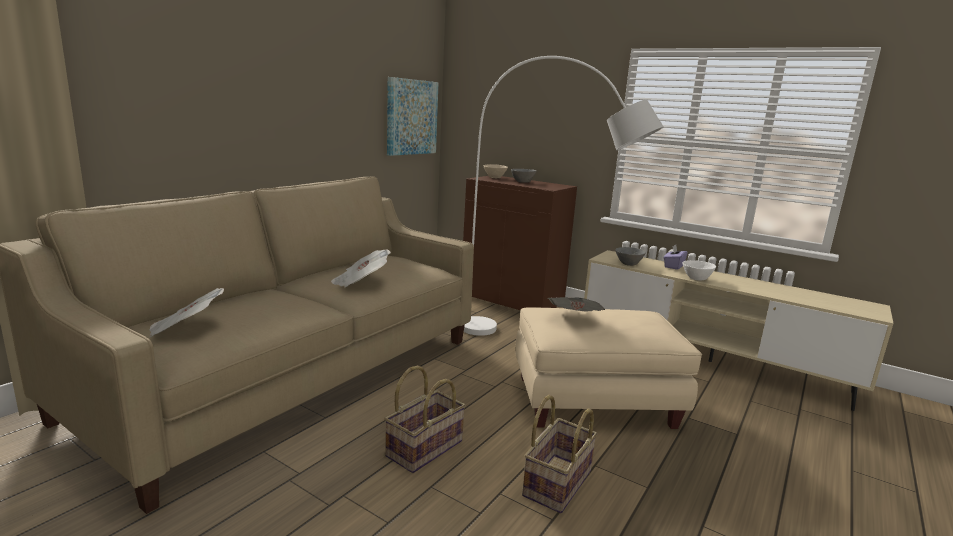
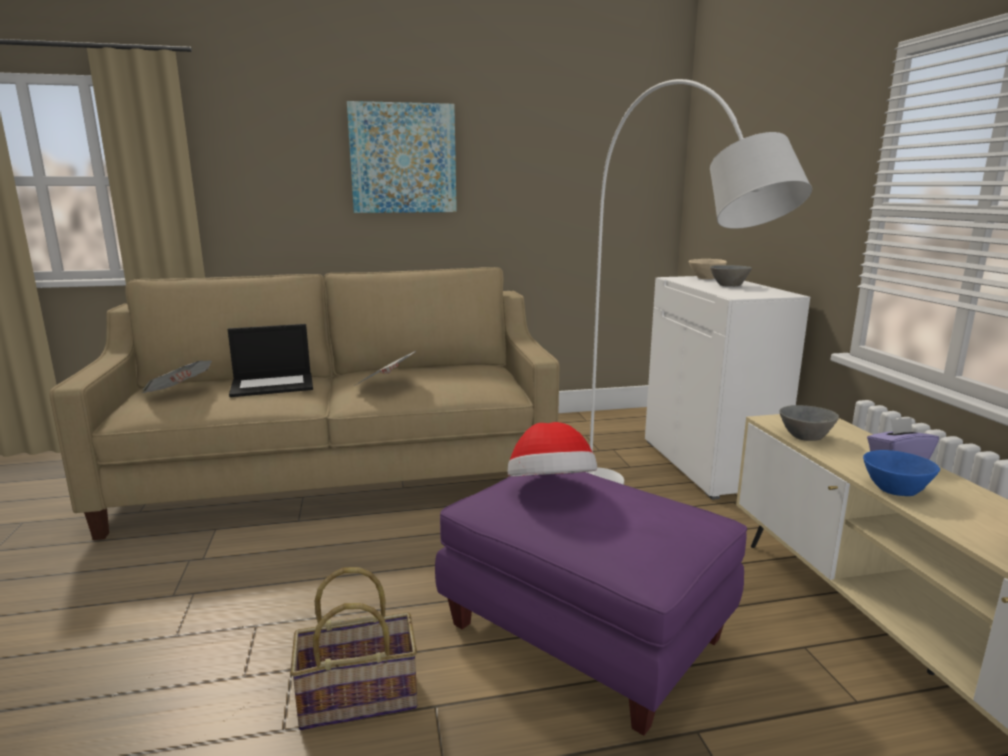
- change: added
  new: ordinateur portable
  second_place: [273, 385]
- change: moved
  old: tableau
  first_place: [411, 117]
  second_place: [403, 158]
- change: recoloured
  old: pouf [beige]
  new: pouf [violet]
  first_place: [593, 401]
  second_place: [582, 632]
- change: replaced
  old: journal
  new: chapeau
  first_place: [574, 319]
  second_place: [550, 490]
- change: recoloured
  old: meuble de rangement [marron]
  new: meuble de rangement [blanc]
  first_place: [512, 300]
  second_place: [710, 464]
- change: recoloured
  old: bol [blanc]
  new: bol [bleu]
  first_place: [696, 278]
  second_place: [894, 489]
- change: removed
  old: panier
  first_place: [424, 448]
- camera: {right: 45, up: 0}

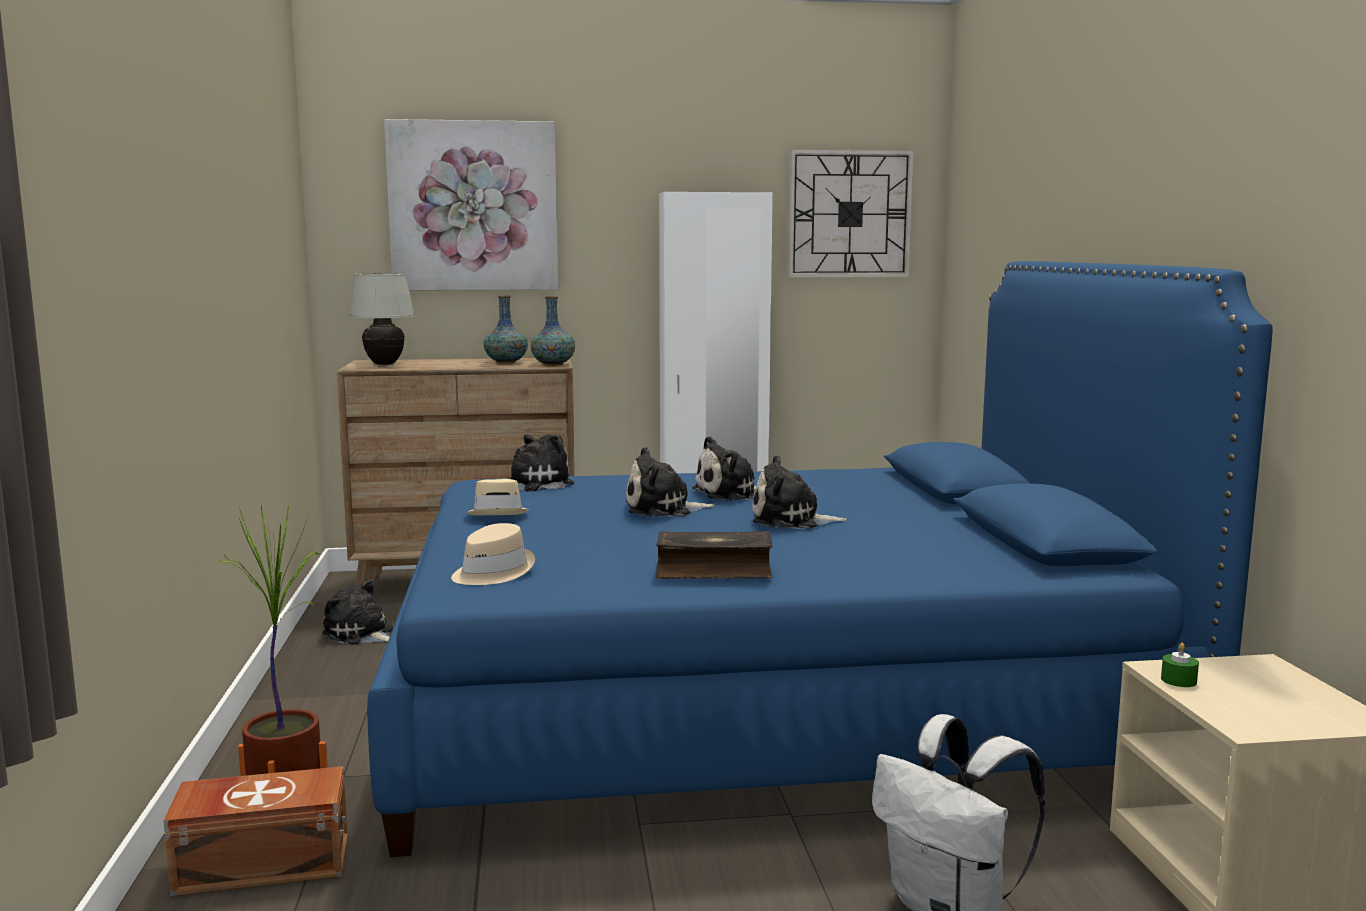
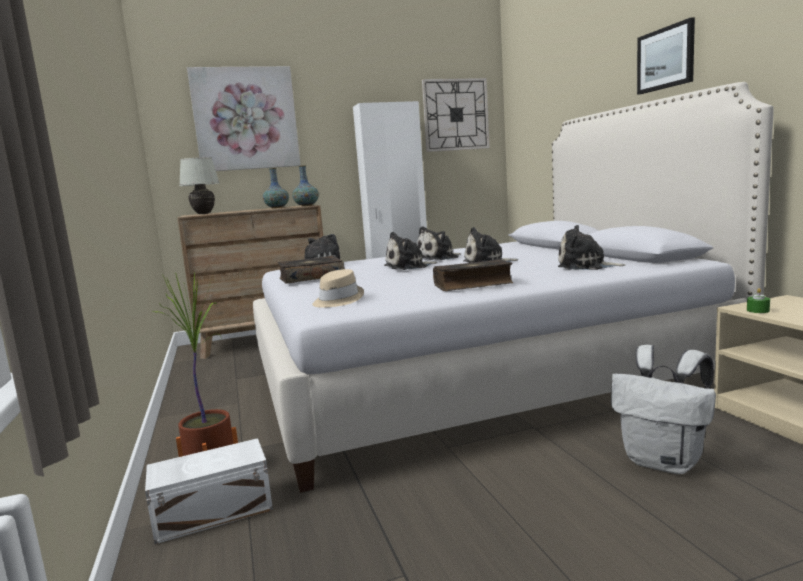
- change: recoloured
  old: boîte de rangement [marron]
  new: boîte de rangement [blanc]
  first_place: [261, 863]
  second_place: [211, 511]
- change: recoloured
  old: lit [bleu]
  new: lit [blanc]
  first_place: [764, 705]
  second_place: [477, 376]
- change: replaced
  old: chapeau [beige]
  new: livre
  first_place: [498, 513]
  second_place: [311, 278]
- change: moved
  old: peluche
  first_place: [360, 634]
  second_place: [585, 266]
- change: added
  new: tableau
  second_place: [665, 58]
- camera: {right: -10, up: 0}

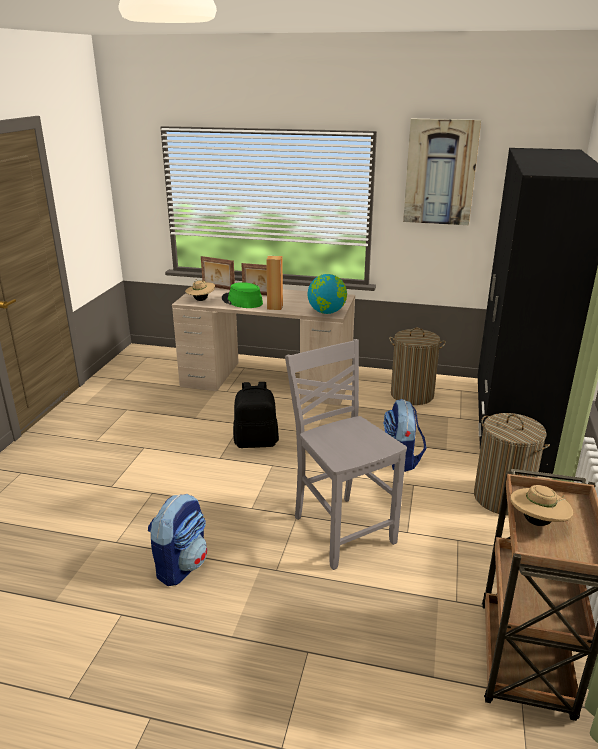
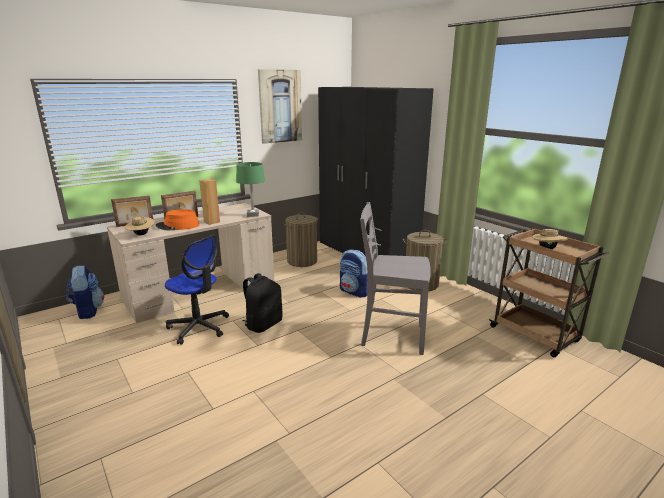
- change: moved
  old: sac à dos
  first_place: [181, 565]
  second_place: [87, 311]
- change: recoloured
  old: chapeau [vert]
  new: chapeau [orange]
  first_place: [242, 301]
  second_place: [178, 226]
- change: added
  new: chaise de bureau
  second_place: [199, 327]
- change: replaced
  old: globe
  new: lampe de table [vert]
  first_place: [327, 312]
  second_place: [253, 215]
- camera: {right: -50, up: -5}

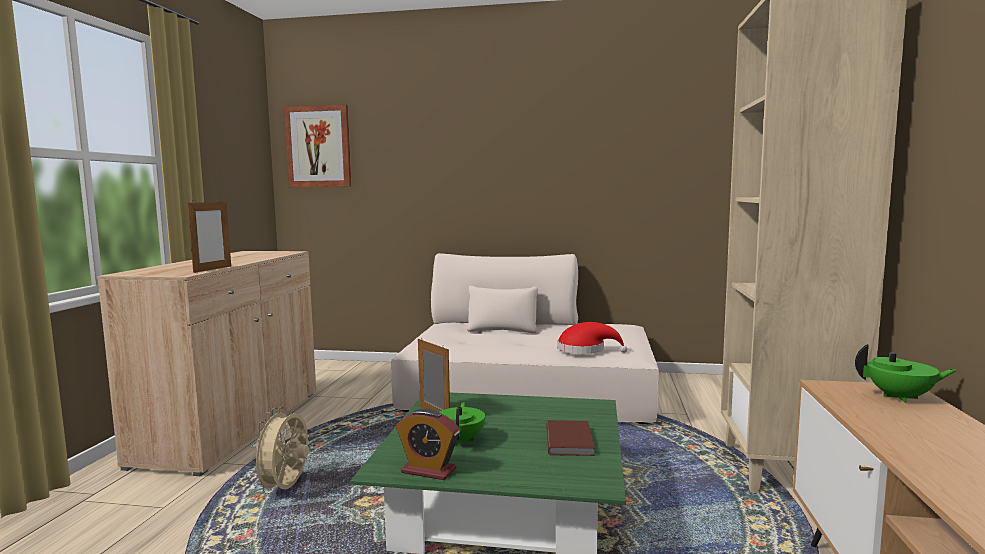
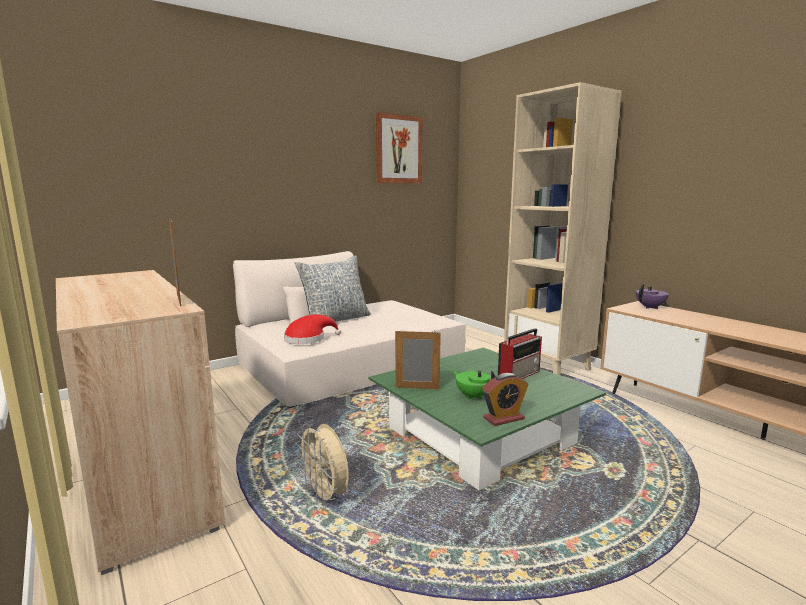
- change: moved
  old: chapeau [rouge]
  first_place: [585, 350]
  second_place: [308, 339]
- change: added
  new: coussin
  second_place: [335, 320]
- change: moved
  old: tableau
  first_place: [318, 147]
  second_place: [398, 149]
- change: replaced
  old: livre [marron]
  new: radio
  first_place: [571, 440]
  second_place: [519, 375]
- change: recoloured
  old: théière [vert]
  new: théière [violet]
  first_place: [901, 397]
  second_place: [650, 307]
- camera: {right: -45, up: 5}

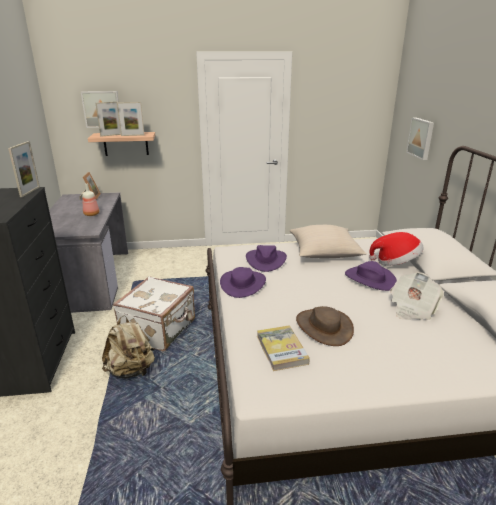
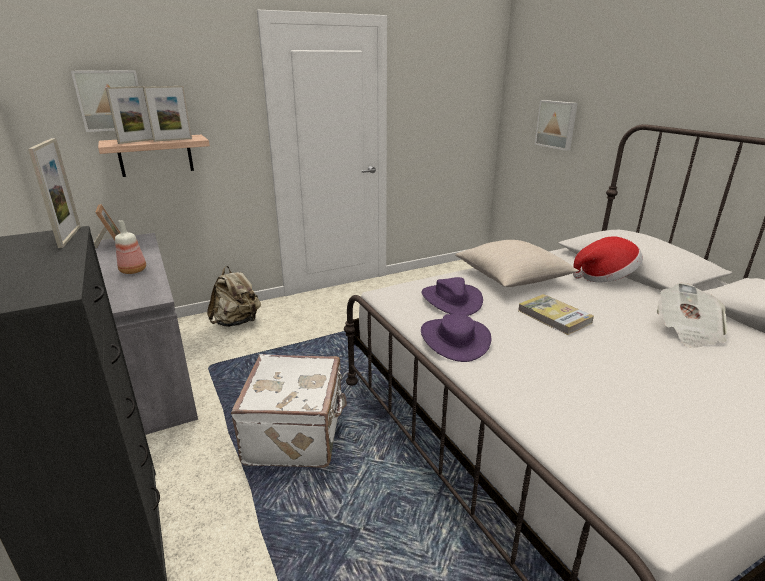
- change: moved
  old: sac à dos [beige]
  first_place: [131, 371]
  second_place: [237, 322]
- change: moved
  old: livre
  first_place: [281, 349]
  second_place: [554, 316]
- change: removed
  old: chapeau [marron]
  first_place: [324, 327]
- change: removed
  old: chapeau [violet]
  first_place: [370, 279]
- camera: {right: -20, up: 0}

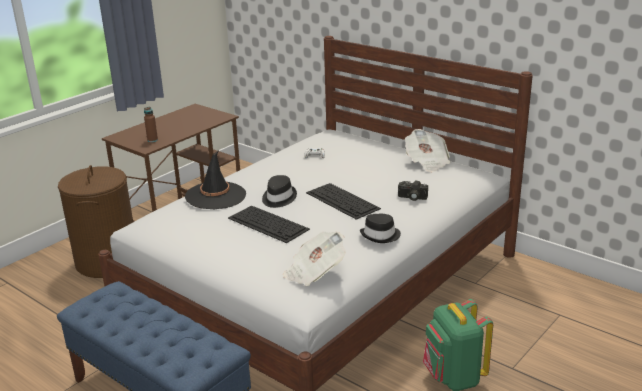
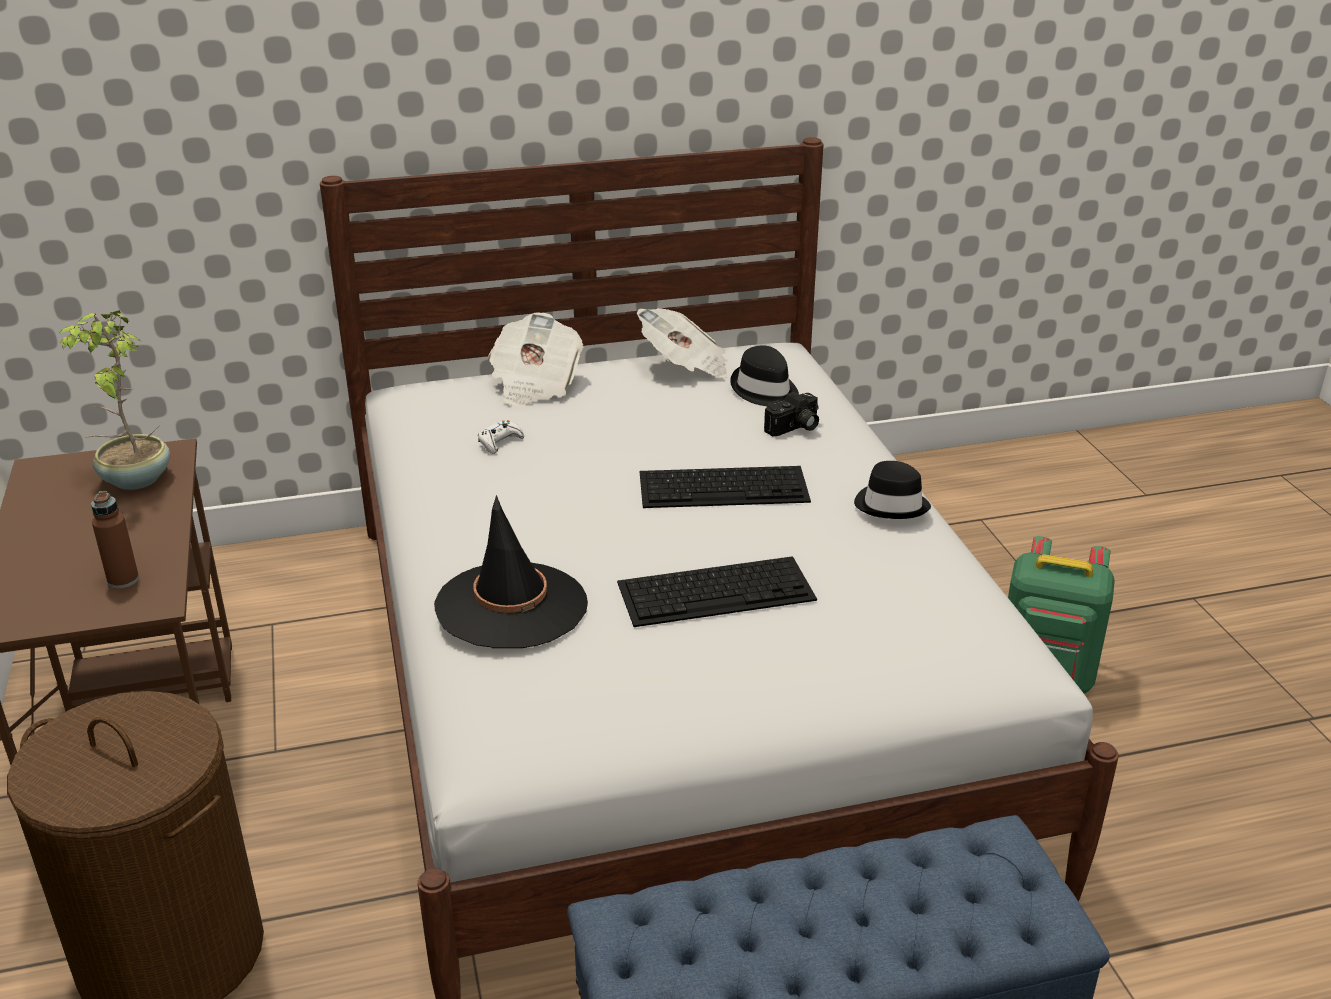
- change: added
  new: plante en pot
  second_place: [134, 480]
- change: moved
  old: journal
  first_place: [314, 272]
  second_place: [534, 384]
- change: moved
  old: chapeau [noir]
  first_place: [278, 198]
  second_place: [764, 390]
- camera: {right: -55, up: 5}

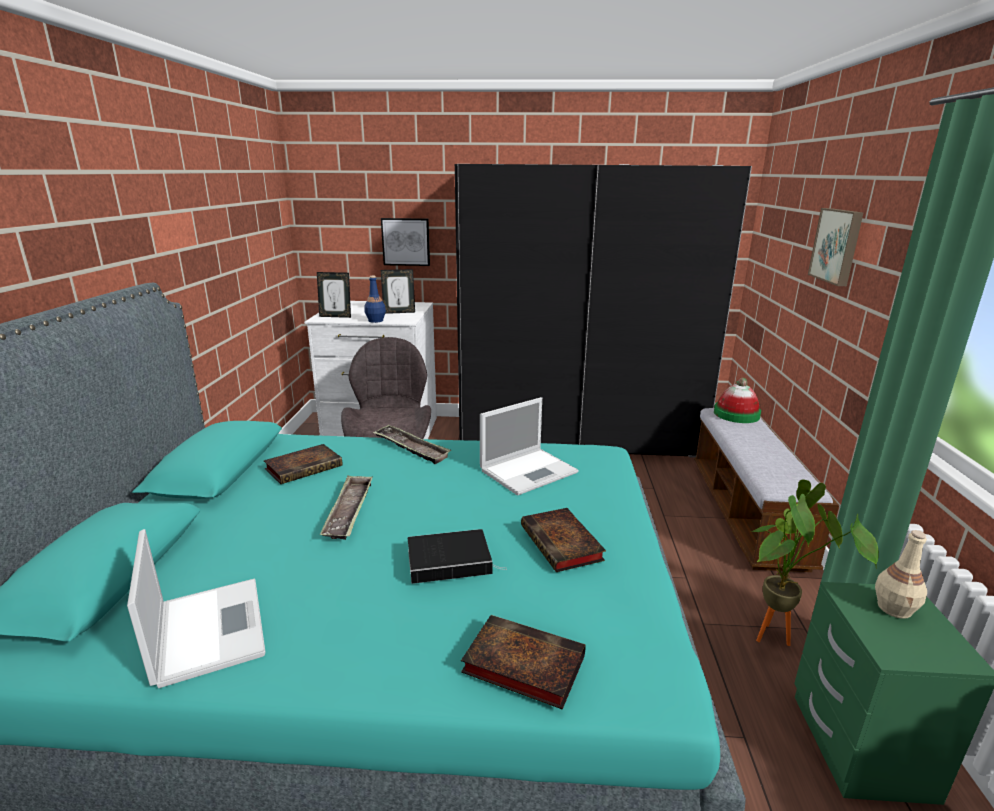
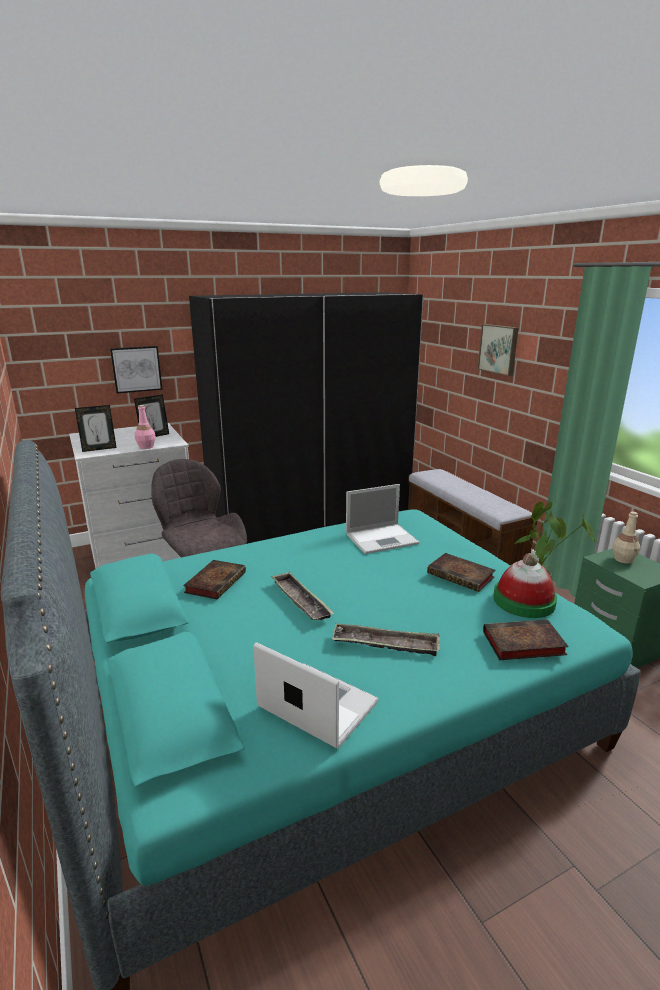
- change: recoloured
  old: bouteille [bleu]
  new: bouteille [rose]
  first_place: [375, 321]
  second_place: [146, 447]
- change: moved
  old: plateau
  first_place: [411, 448]
  second_place: [385, 644]
- change: turned
  old: ordinateur portable
  first_place: [529, 471]
  second_place: [382, 538]
  degrees: 45
- change: moved
  old: chapeau
  first_place: [736, 414]
  second_place: [524, 600]
- change: removed
  old: livre
  first_place: [451, 560]
- camera: {right: -30, up: 0}

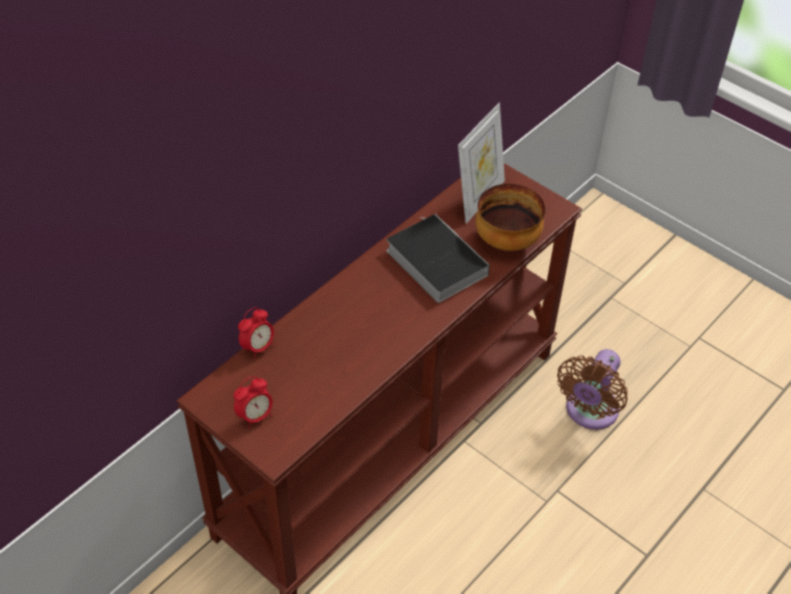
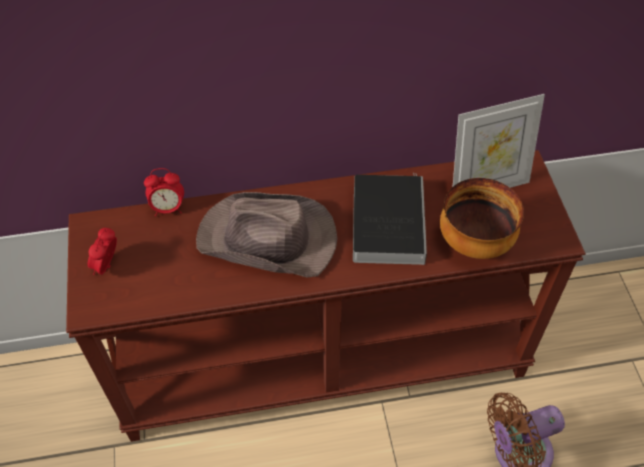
- change: turned
  old: réveil
  first_place: [255, 416]
  second_place: [107, 266]
  degrees: 105
- change: added
  new: chapeau [marron]
  second_place: [268, 240]
- camera: {right: 40, up: 5}

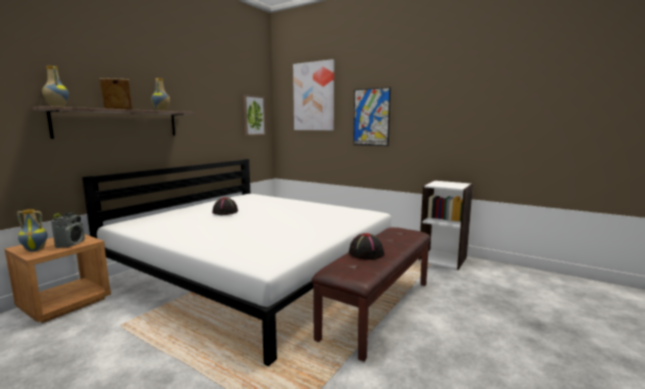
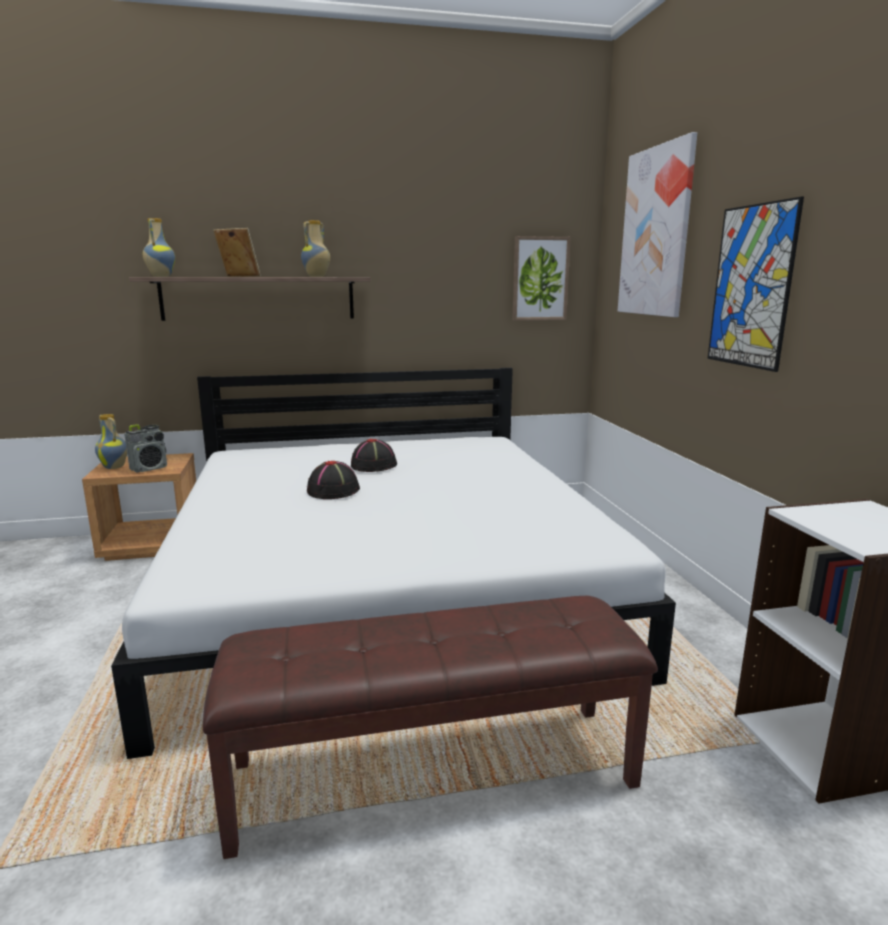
- change: moved
  old: chapeau [noir]
  first_place: [366, 253]
  second_place: [333, 490]
- camera: {right: 45, up: 5}

